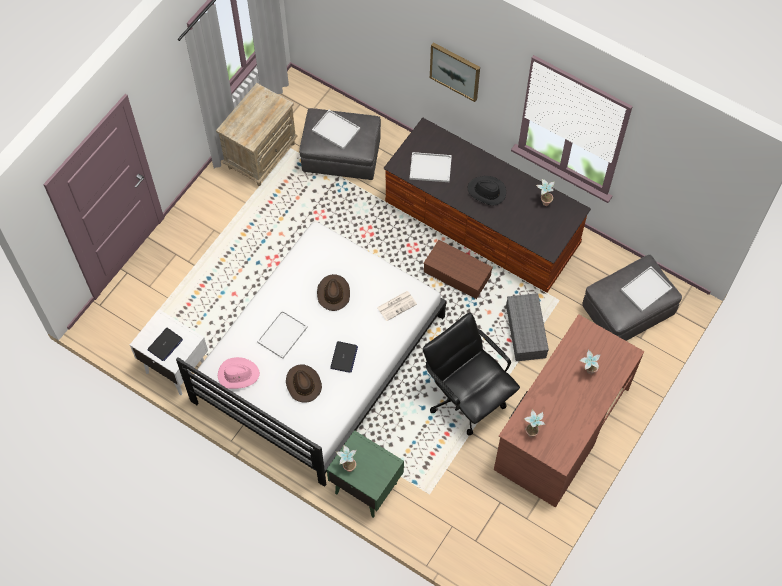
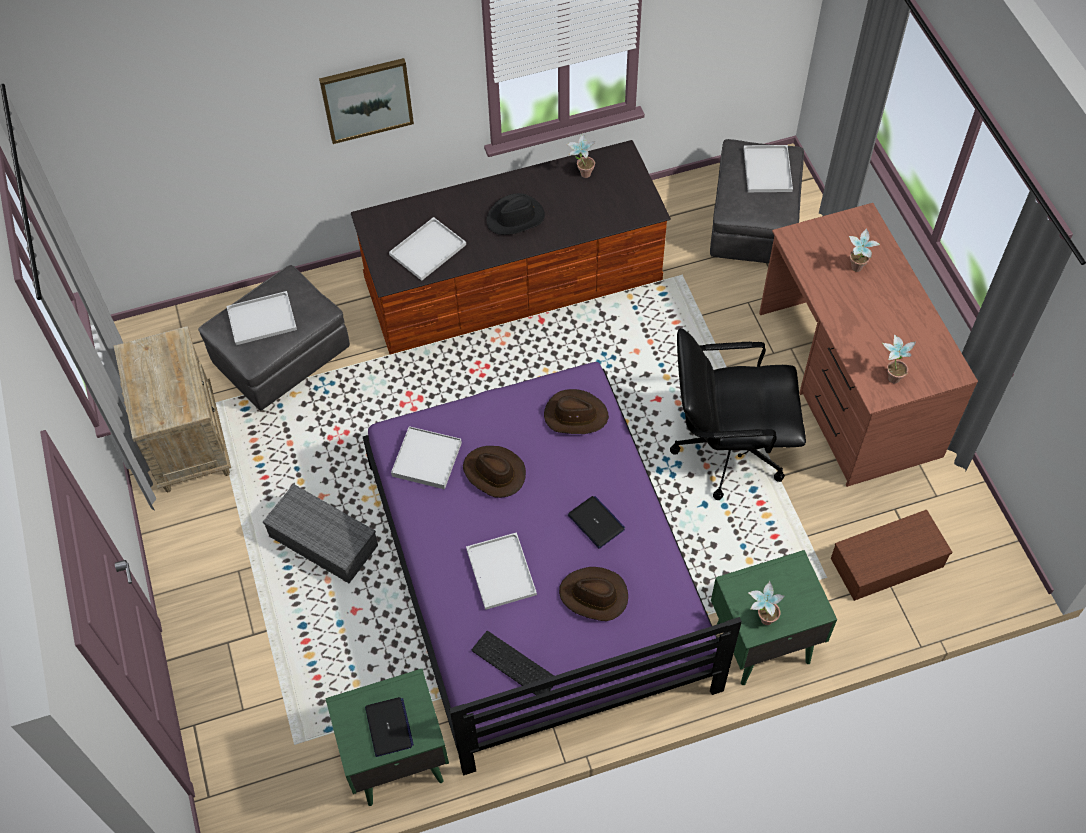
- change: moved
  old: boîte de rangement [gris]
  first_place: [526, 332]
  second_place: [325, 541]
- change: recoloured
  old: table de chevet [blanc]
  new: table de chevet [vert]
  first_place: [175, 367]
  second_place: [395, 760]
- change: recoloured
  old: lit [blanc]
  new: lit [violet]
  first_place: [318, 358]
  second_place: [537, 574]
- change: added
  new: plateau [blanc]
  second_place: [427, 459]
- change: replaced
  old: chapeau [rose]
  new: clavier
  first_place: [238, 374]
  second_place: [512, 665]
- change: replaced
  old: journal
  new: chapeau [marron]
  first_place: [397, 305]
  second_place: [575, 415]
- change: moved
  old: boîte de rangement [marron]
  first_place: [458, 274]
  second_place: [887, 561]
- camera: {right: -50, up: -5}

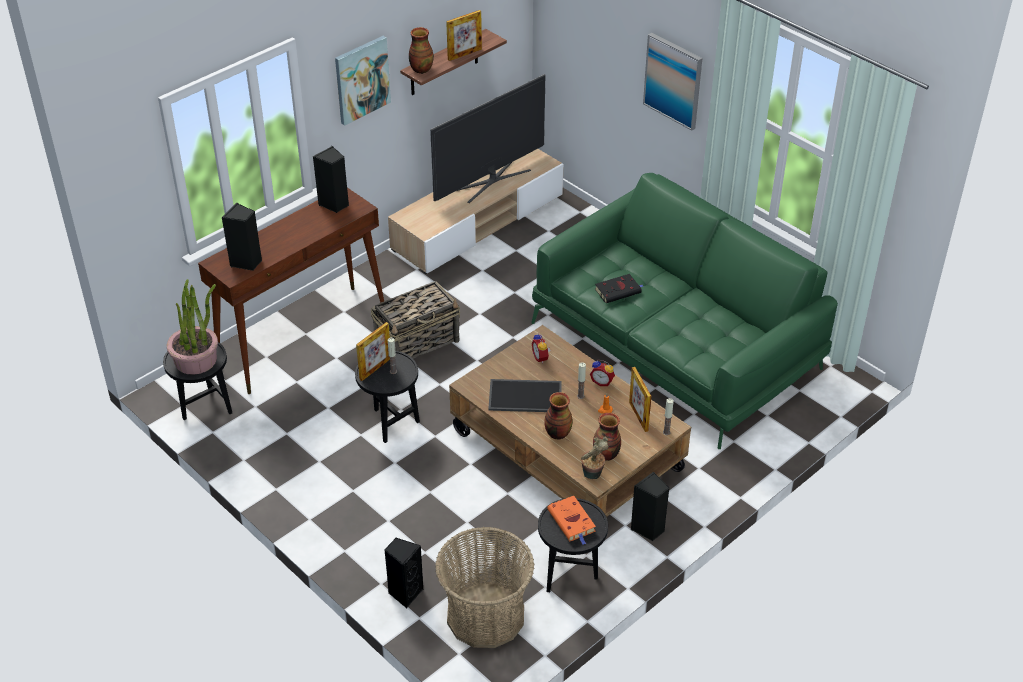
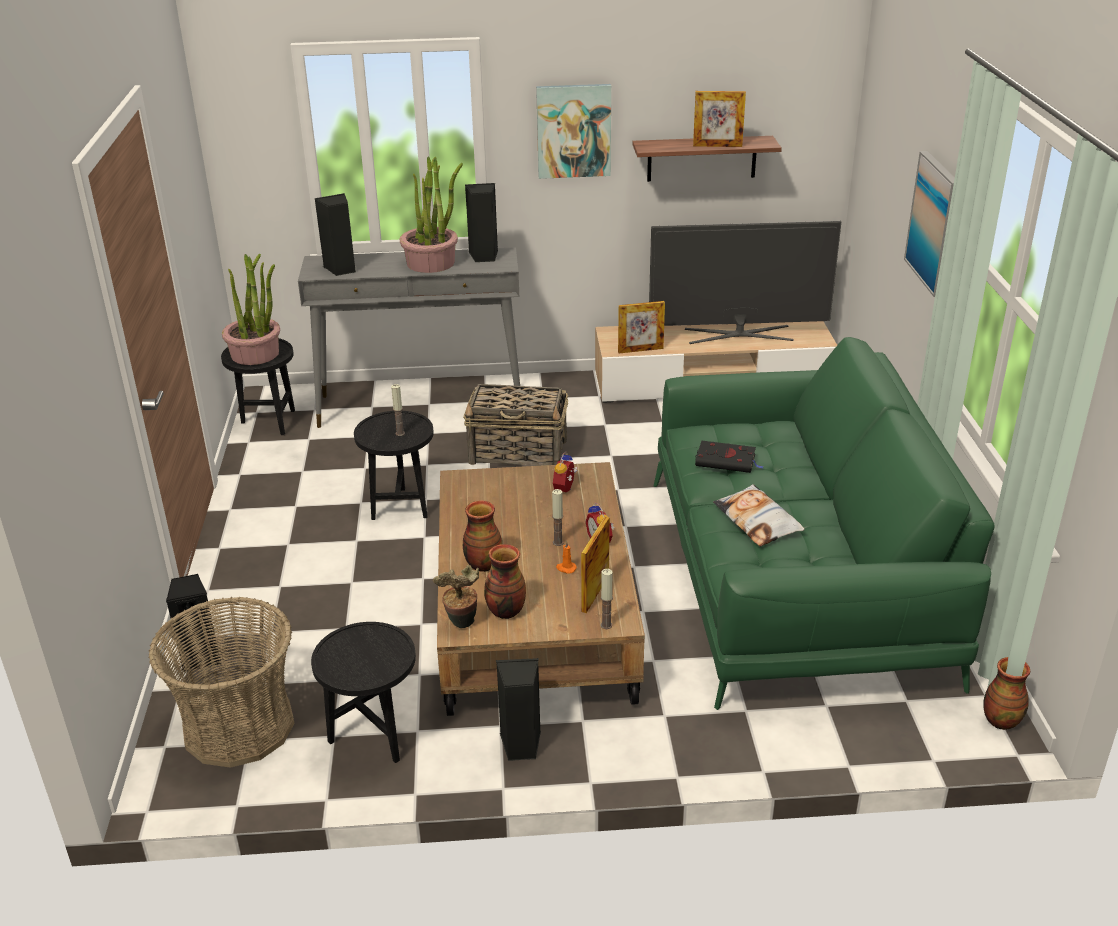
- change: recoloured
  old: table console [marron]
  new: table console [gris]
  first_place: [303, 338]
  second_place: [422, 406]
- change: added
  new: plante en pot
  second_place: [431, 263]
- change: moved
  old: cadre photo
  first_place: [375, 369]
  second_place: [640, 350]
- change: added
  new: coussin
  second_place: [757, 521]
- change: moved
  old: vase
  first_place: [421, 69]
  second_place: [1000, 720]
- change: removed
  old: plateau
  first_place: [526, 395]
- change: removed
  old: livre [orange]
  first_place: [572, 522]
- camera: {right: 40, up: -10}

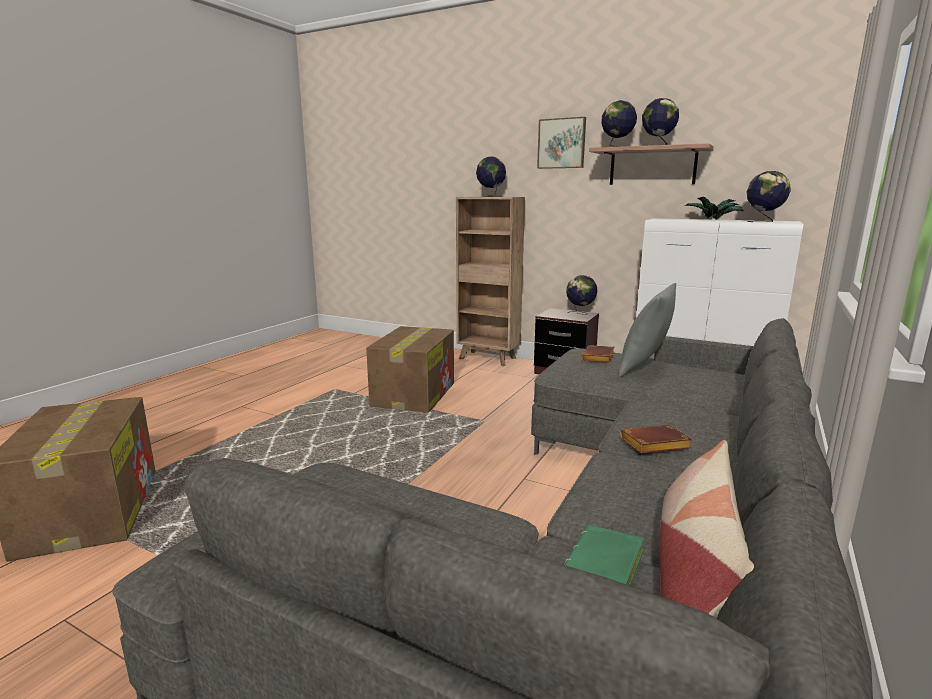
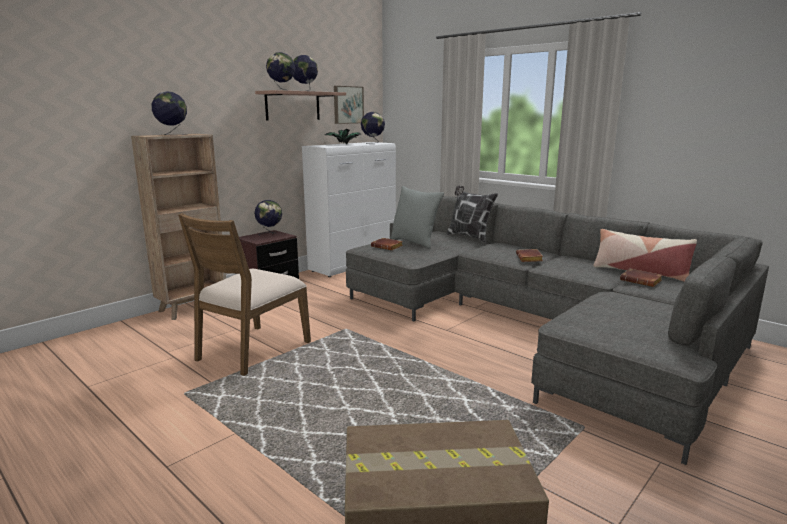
- change: replaced
  old: carton
  new: chaise [marron]
  first_place: [414, 394]
  second_place: [252, 350]
- change: moved
  old: tableau
  first_place: [561, 143]
  second_place: [347, 105]
- change: added
  new: coussin
  second_place: [469, 237]
- change: recoloured
  old: livre [vert]
  new: livre [marron]
  first_place: [605, 569]
  second_place: [642, 281]
- camera: {right: -75, up: 0}

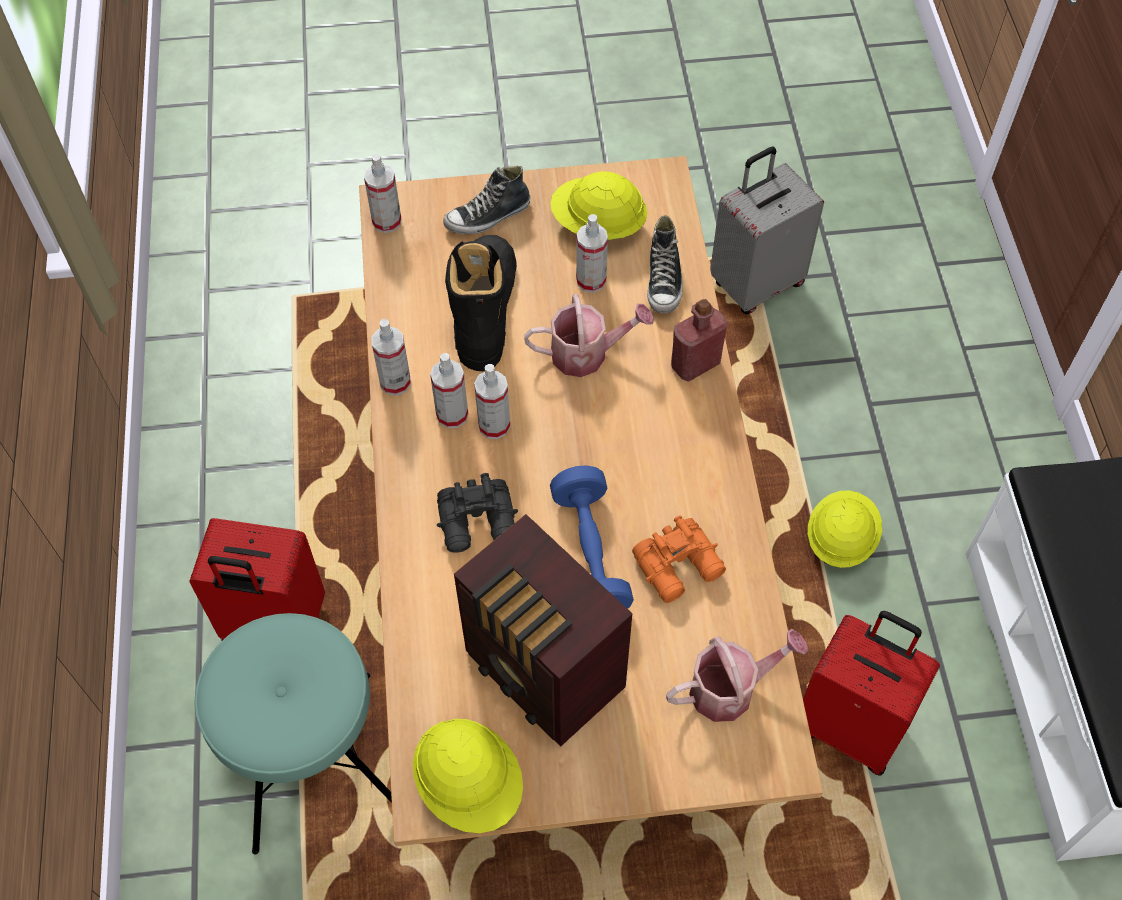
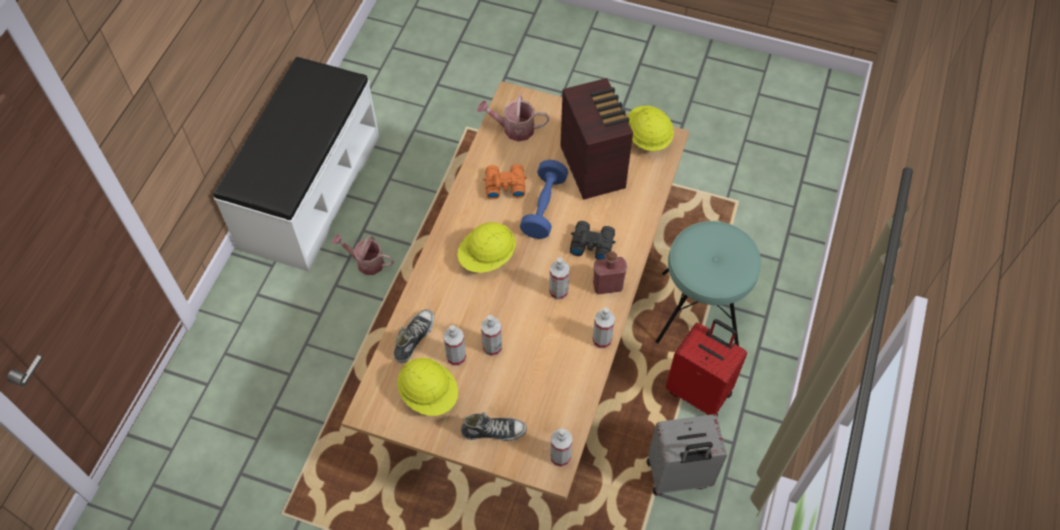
- change: moved
  old: arrosoir
  first_place: [587, 353]
  second_place: [366, 262]
- change: moved
  old: casque de chantier [jaune]
  first_place: [840, 539]
  second_place: [487, 257]
- change: moved
  old: vaporisateur
  first_place: [452, 415]
  second_place: [492, 347]
- change: moved
  old: bouteille [rouge]
  first_place: [695, 364]
  second_place: [607, 286]
- change: moved
  old: valise [gris]
  first_place: [755, 283]
  second_place: [678, 476]
- change: removed
  old: botte [noir]
  first_place: [485, 310]
- change: removed
  old: valise [rouge]
  first_place: [851, 725]
- camera: {right: -155, up: 0}

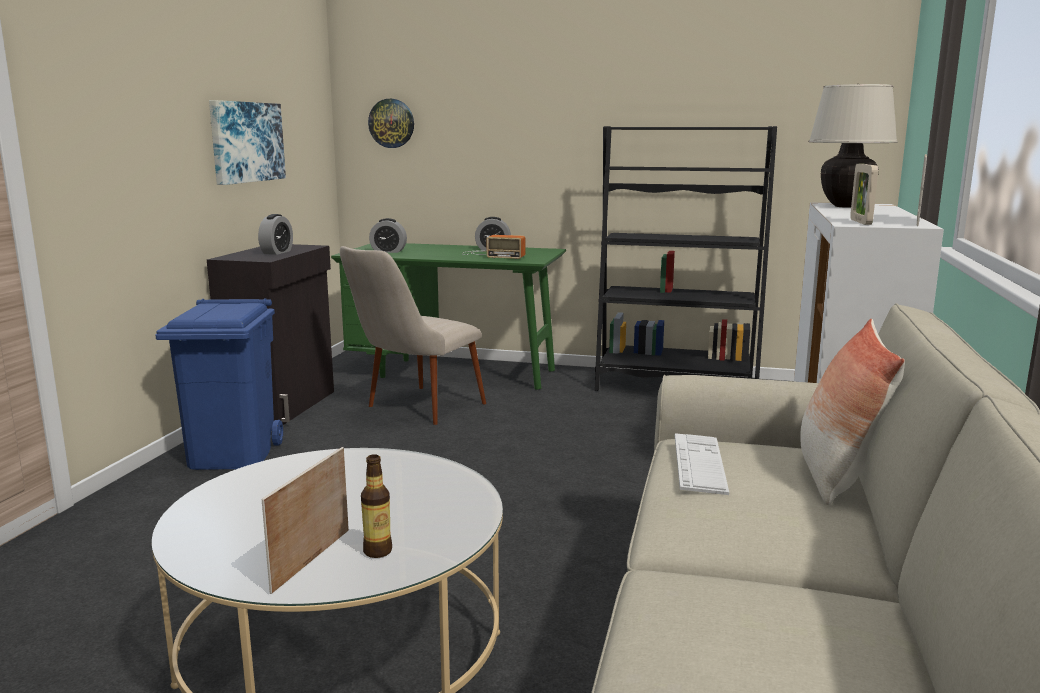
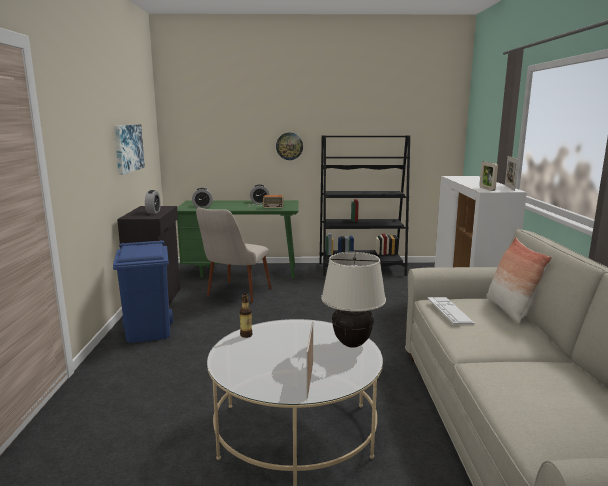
- change: moved
  old: bouteille
  first_place: [378, 551]
  second_place: [246, 335]
- change: moved
  old: horloge murale
  first_place: [391, 123]
  second_place: [289, 146]
- change: moved
  old: lampe de table [beige]
  first_place: [845, 206]
  second_place: [351, 344]
- camera: {right: -15, up: 0}

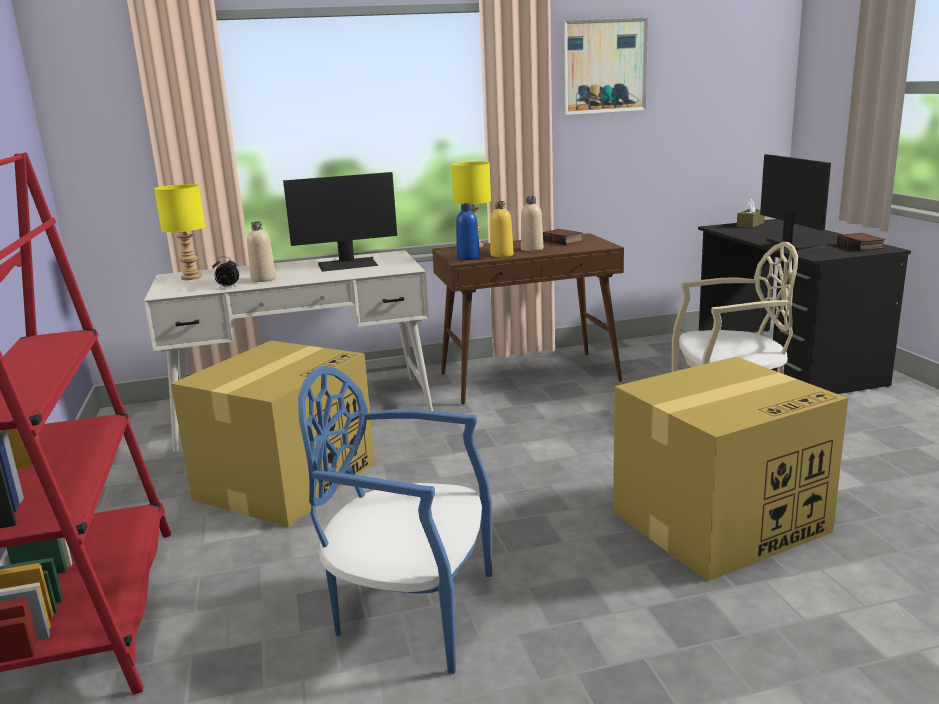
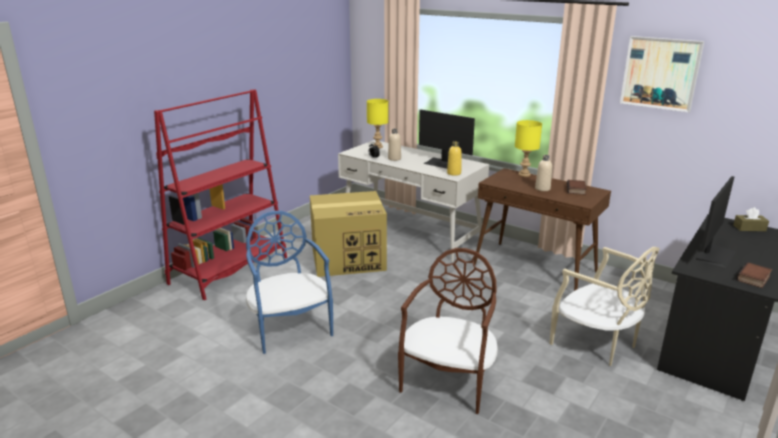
- change: replaced
  old: carton
  new: chaise [marron]
  first_place: [720, 520]
  second_place: [449, 381]
- change: moved
  old: bouteille [jaune]
  first_place: [502, 255]
  second_place: [454, 173]
- change: removed
  old: bouteille [bleu]
  first_place: [468, 257]
- camera: {right: 50, up: 5}

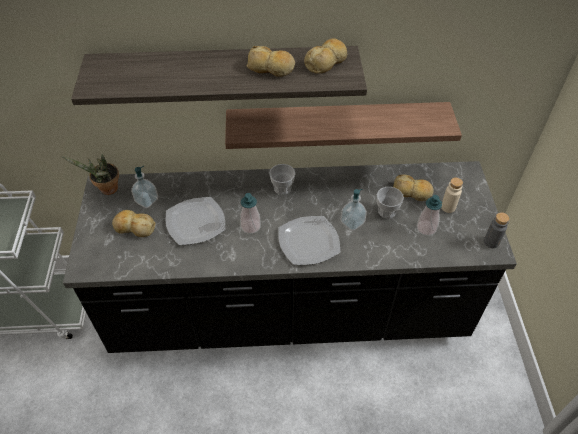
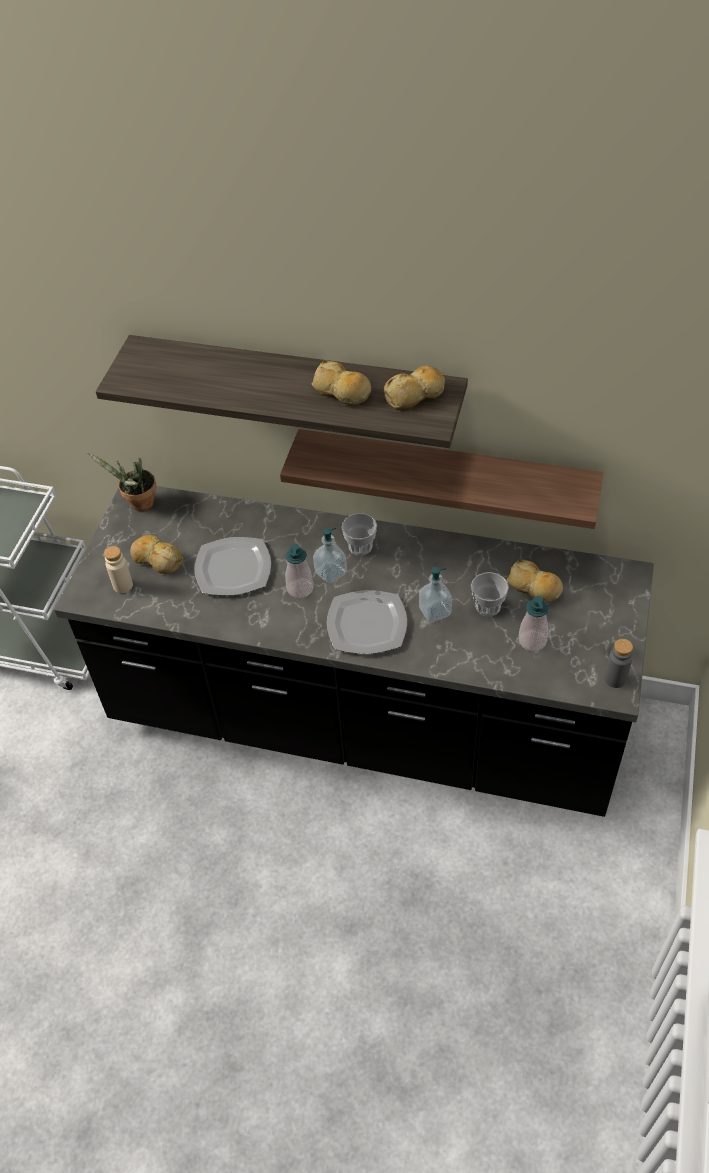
- change: moved
  old: bouteille [beige]
  first_place: [448, 207]
  second_place: [123, 585]
- change: moved
  old: distributeur de savon
  first_place: [146, 200]
  second_place: [331, 572]
- camera: {right: 20, up: 0}

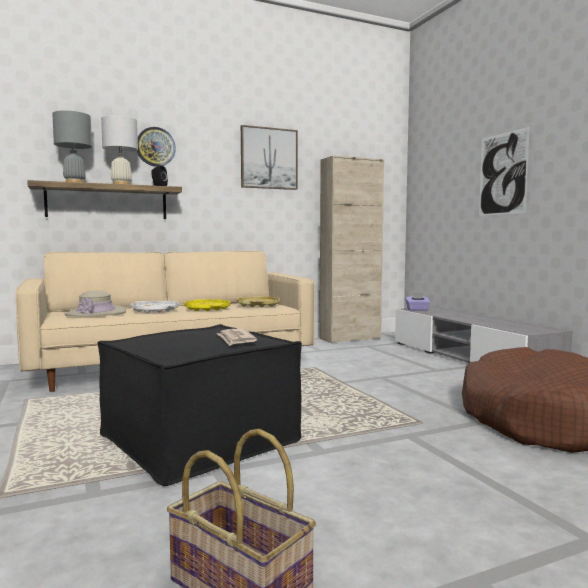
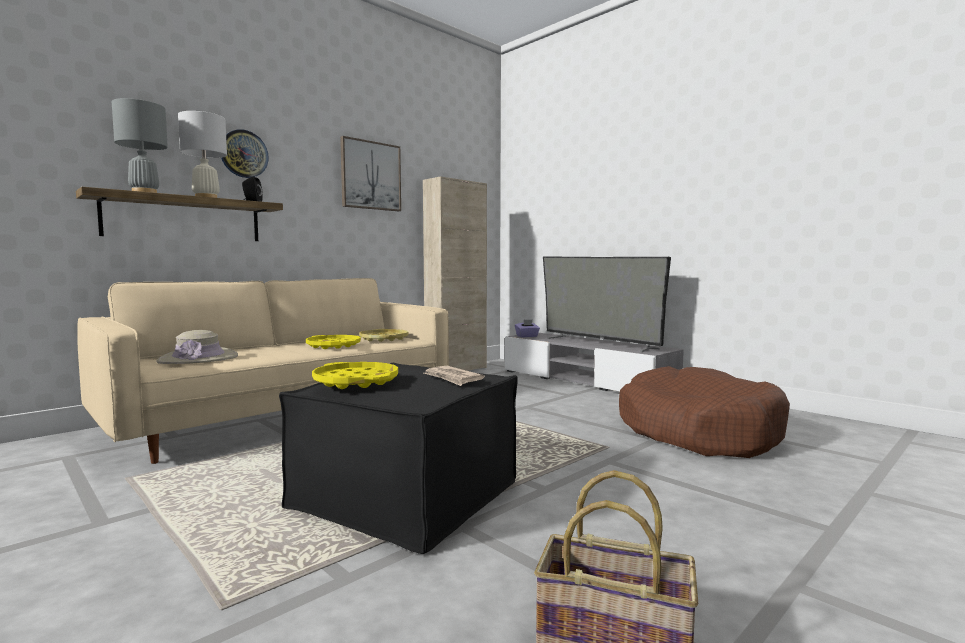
- change: added
  new: plateau [jaune]
  second_place: [356, 382]
- change: added
  new: téléviseur
  second_place: [599, 343]
- change: removed
  old: plateau [blanc]
  first_place: [155, 310]
- change: removed
  old: tableau
  first_place: [502, 174]
- camera: {right: -20, up: 0}

